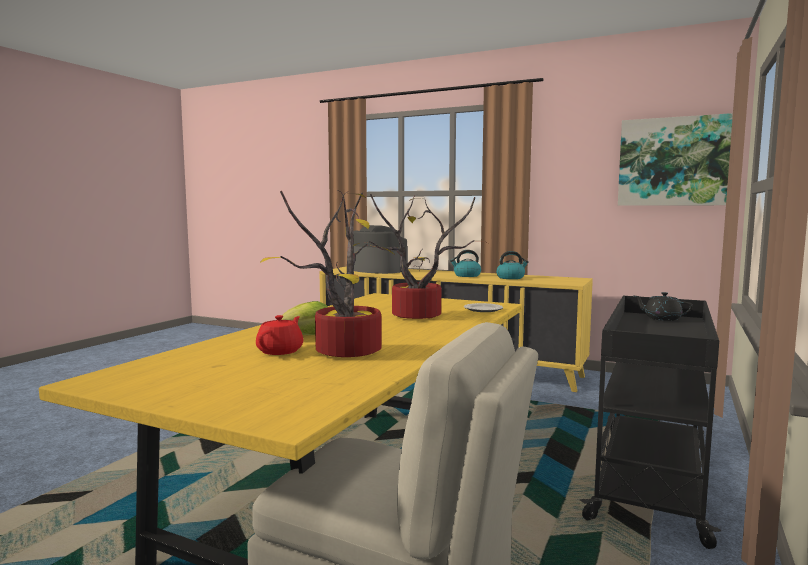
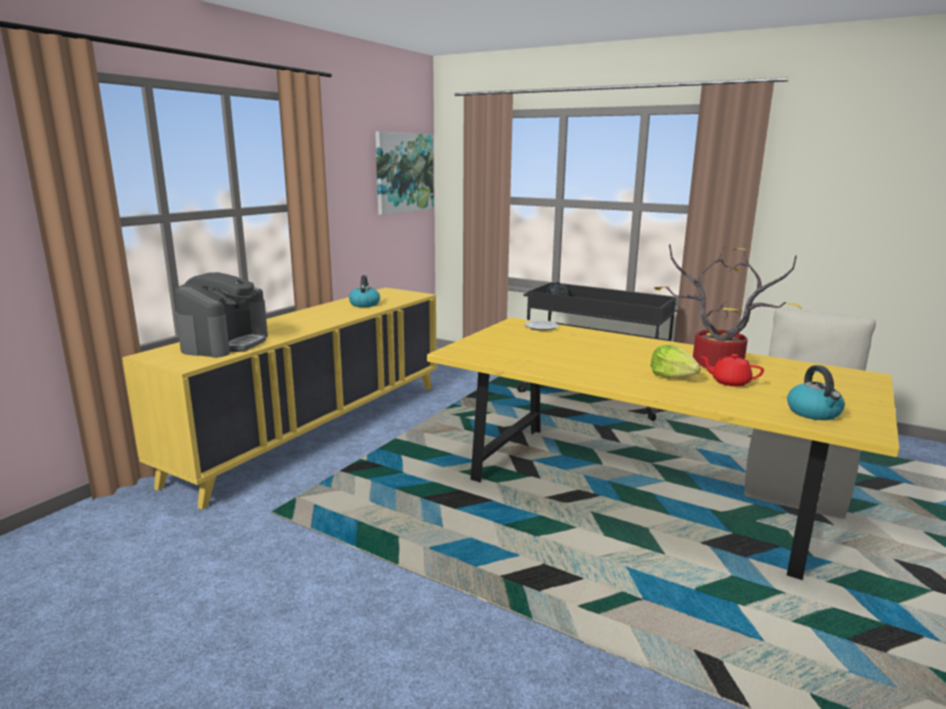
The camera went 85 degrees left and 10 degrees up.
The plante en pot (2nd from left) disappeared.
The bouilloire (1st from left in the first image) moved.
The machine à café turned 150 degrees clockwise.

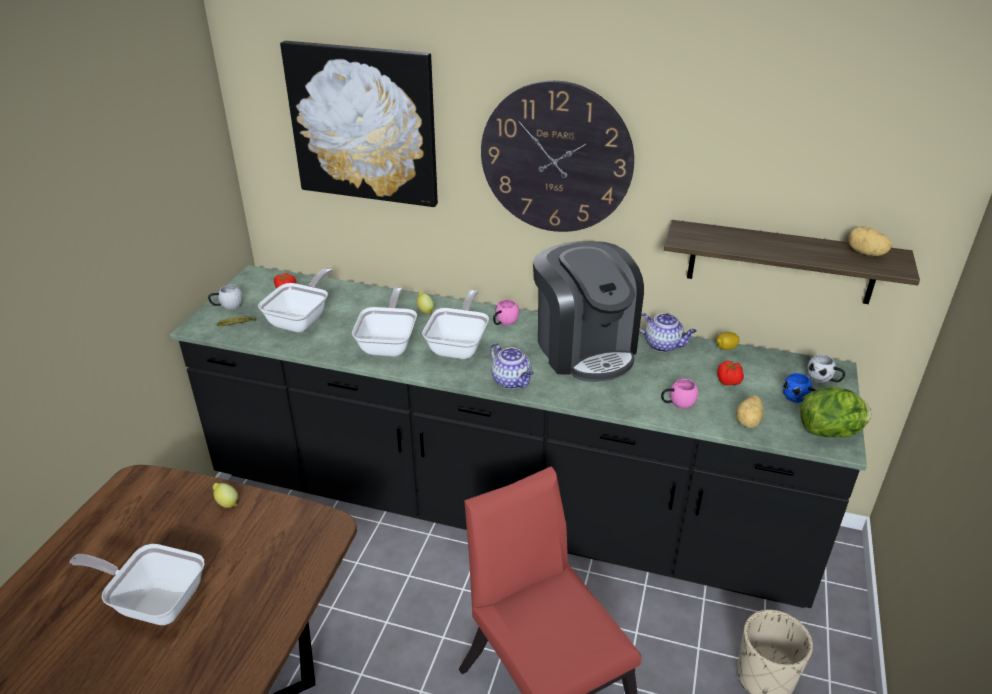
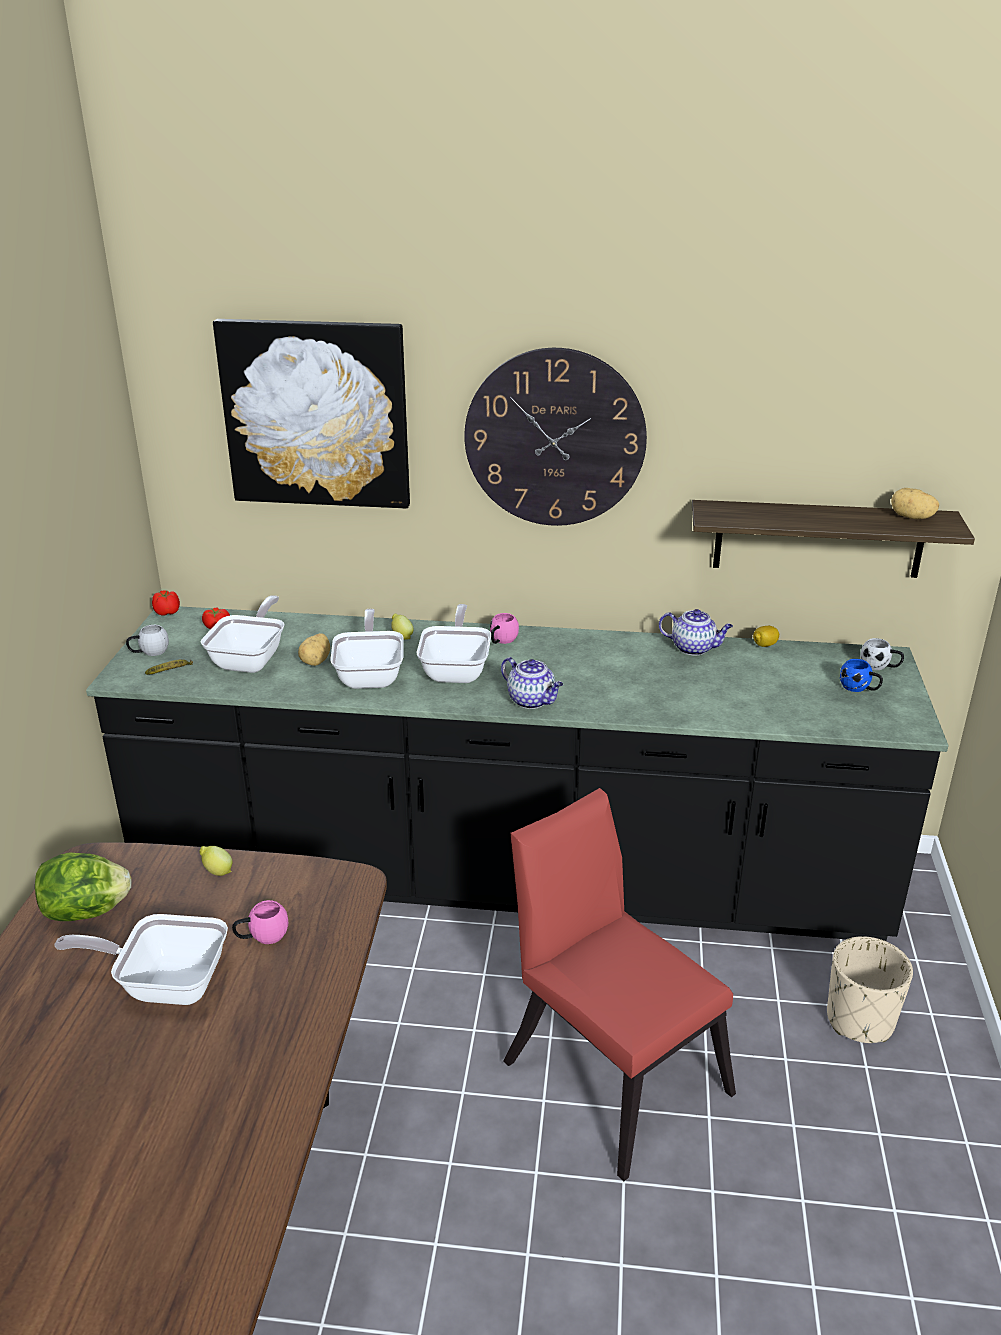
The camera went 10 degrees left and 5 degrees down.
The machine à café disappeared.
The mug (rose) (2nd from left in the first image) moved.
The tomate (2nd from left in the first image) moved.
The pomme de terre (1st from left) moved.
The laitue moved.

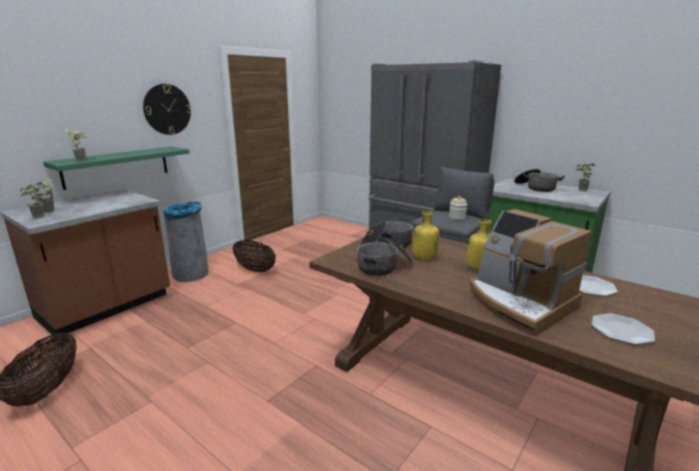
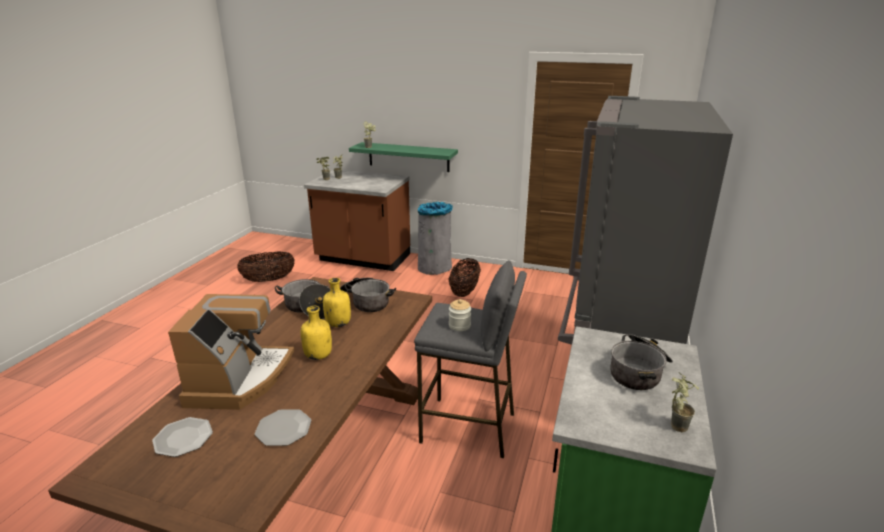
The camera went 70 degrees right and 5 degrees up.
The horloge murale disappeared.
The machine à café turned 150 degrees clockwise.

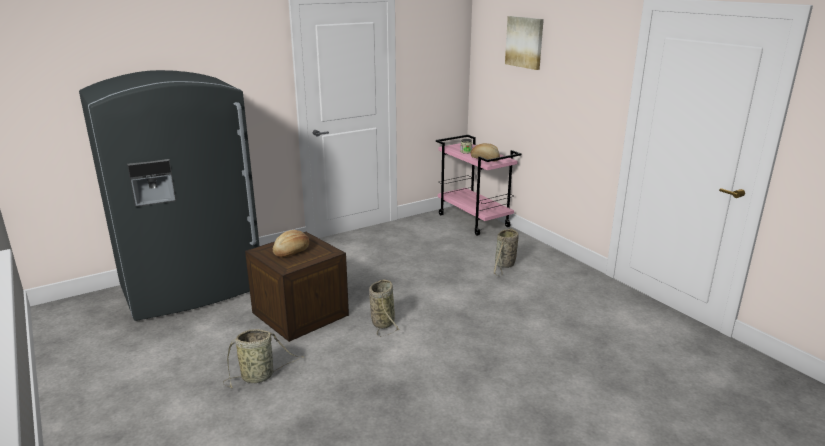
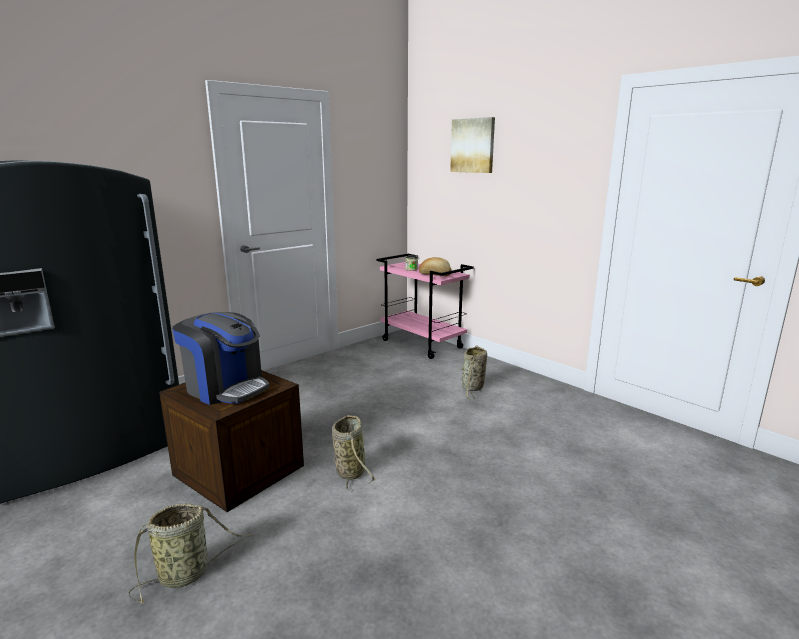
The camera went 10 degrees left and 5 degrees down.
The pain (1st from left) was replaced by the machine à café.

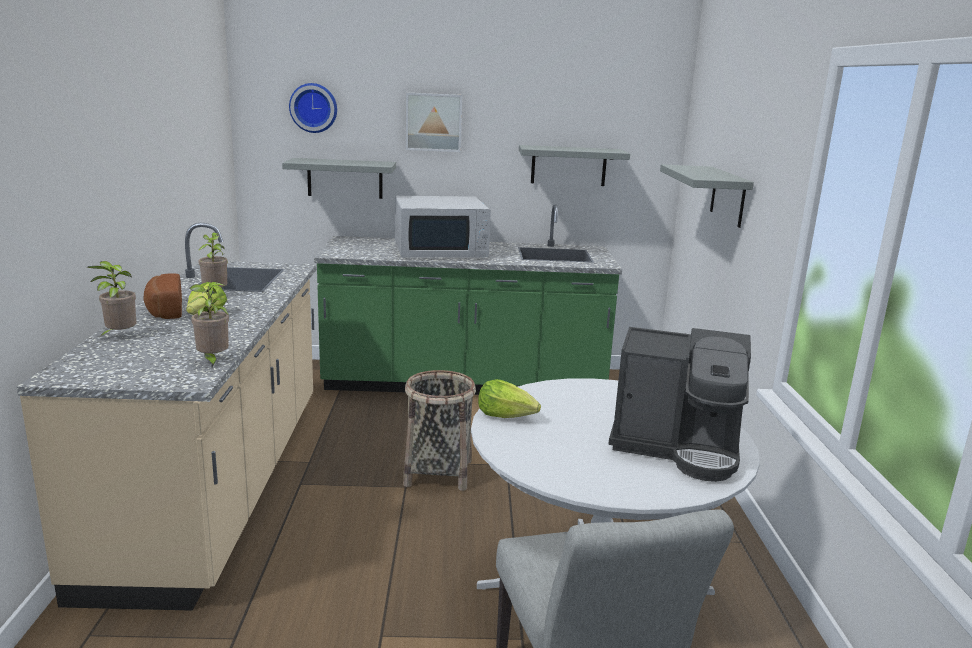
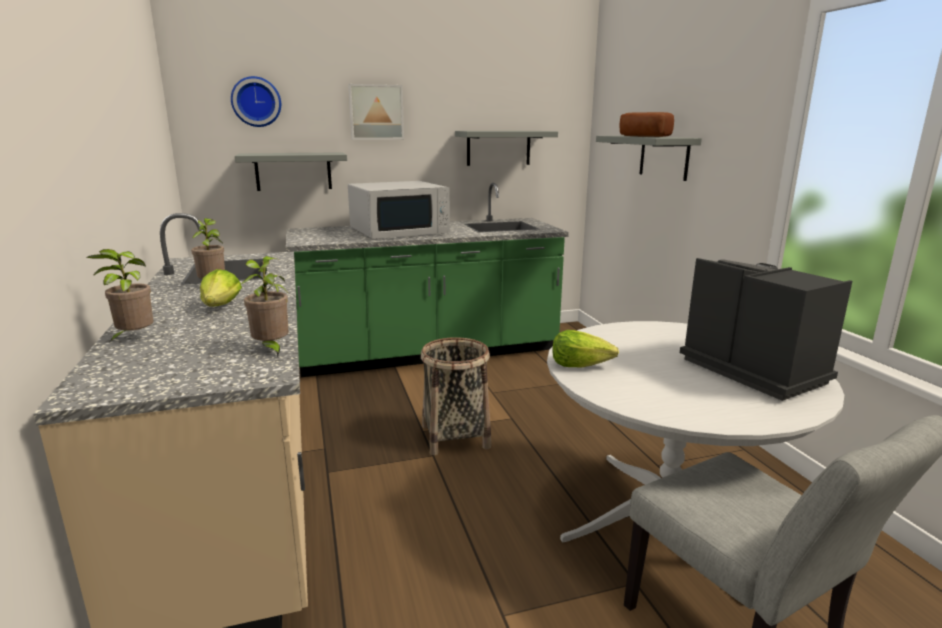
The camera went 15 degrees left and 0 degrees up.
The pain moved.
The machine à café turned 120 degrees counterclockwise.

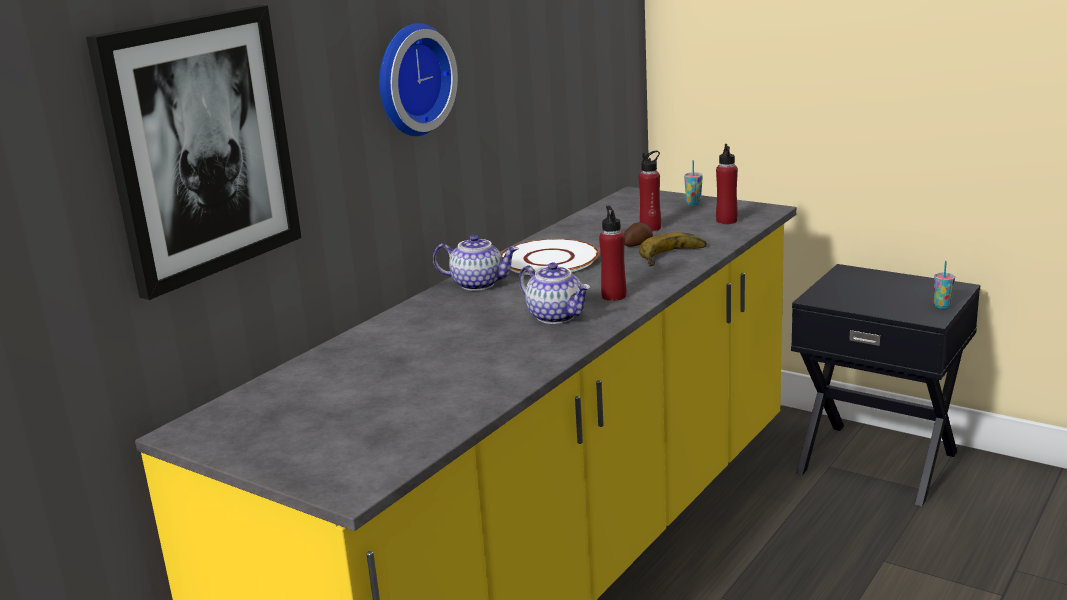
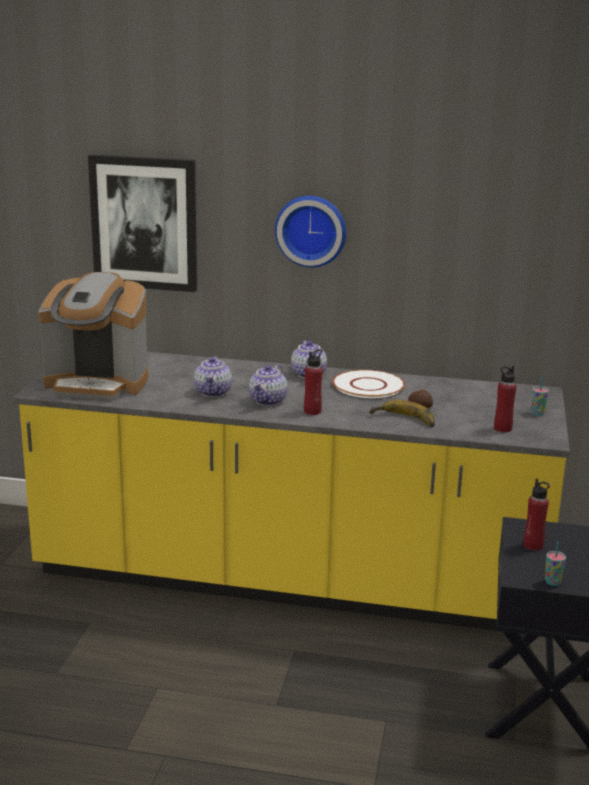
The camera went 65 degrees right and 0 degrees up.
The machine à café appeared.
The théière (1st from left) appeared.
The bouteille (rouge) (2nd from left in the first image) moved.

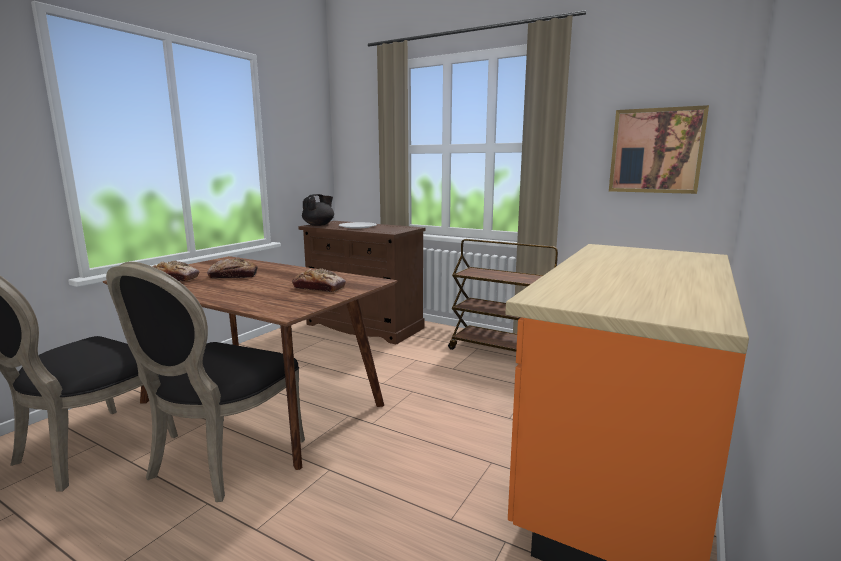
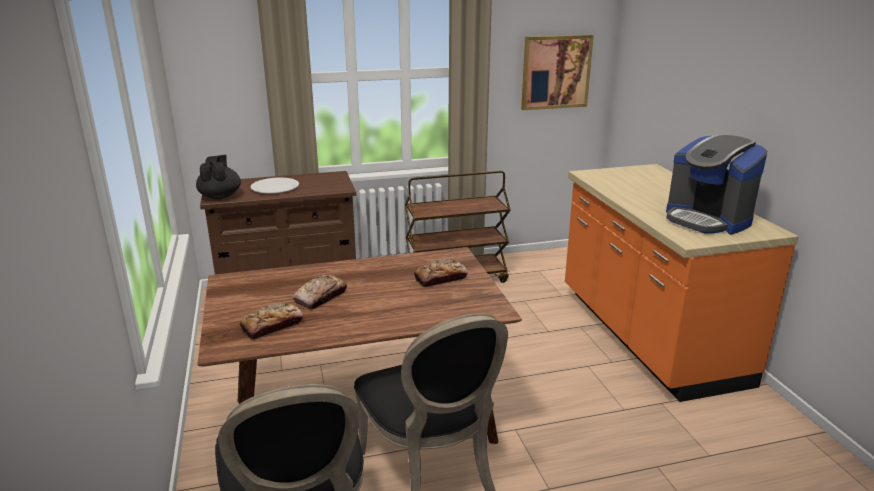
The camera went 45 degrees left and 10 degrees up.
The machine à café appeared.

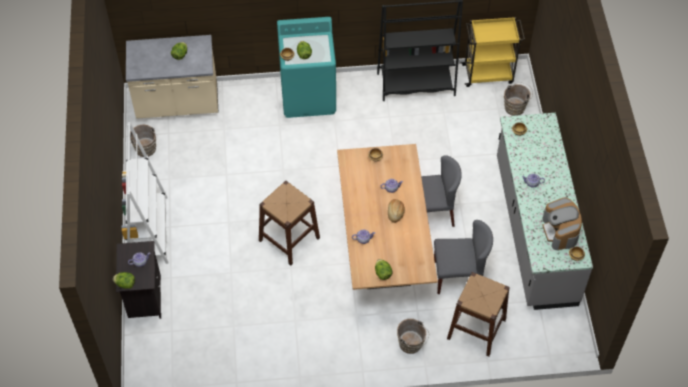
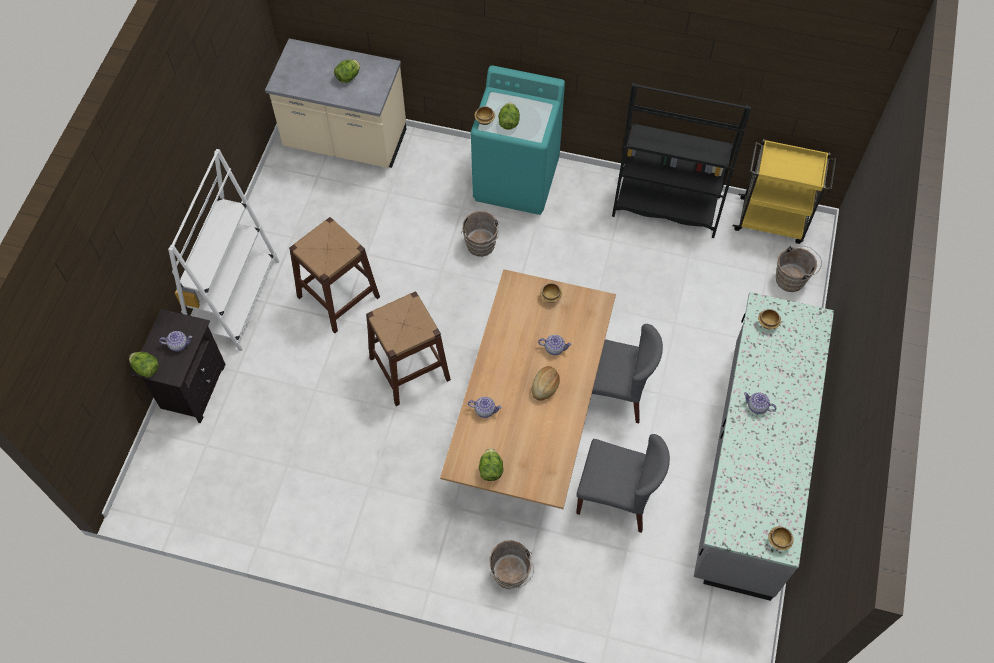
The camera went 20 degrees right and 5 degrees up.
The machine à café disappeared.
The seau (marron) (1st from left) moved.
The tabouret (marron) (2nd from left in the first image) moved.

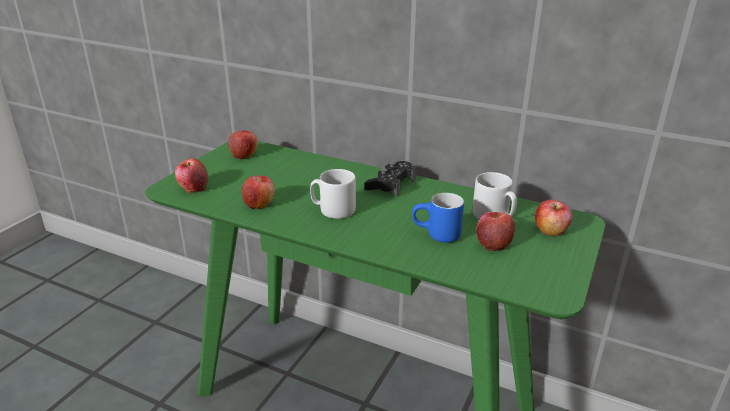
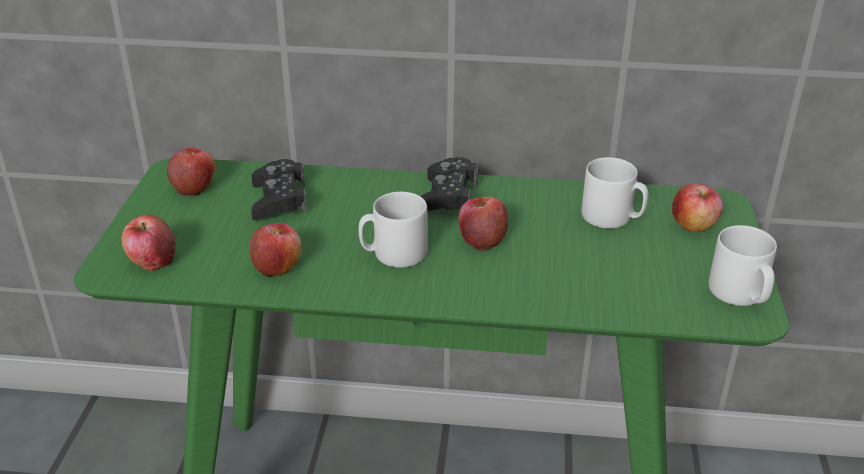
The camera went 20 degrees left and 5 degrees up.
The mug (bleu) disappeared.
The manette (noir) (1st from left) appeared.
The mug (gris) (3rd from left) appeared.
The pomme (4th from left) moved.

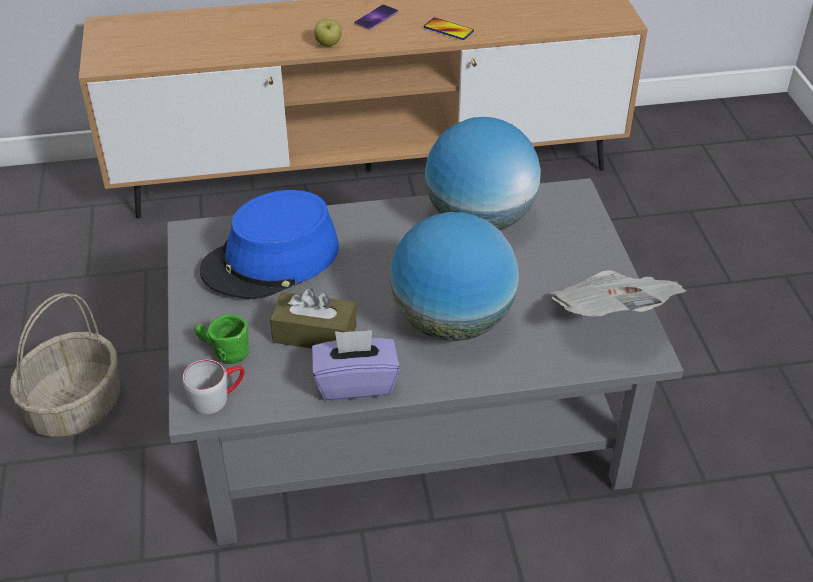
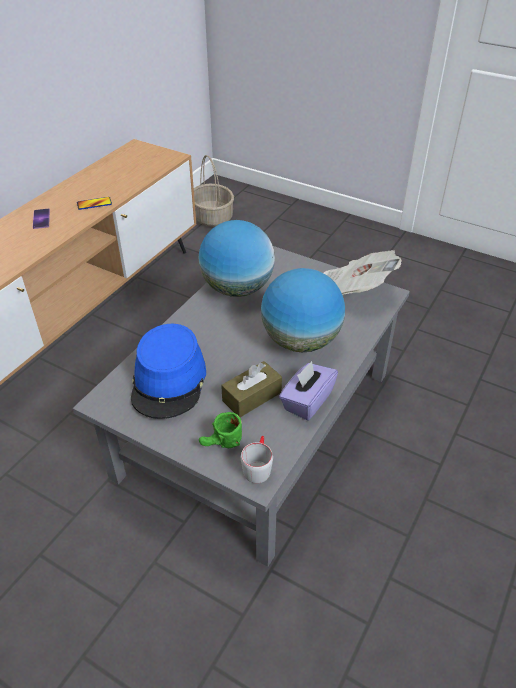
The camera went 50 degrees left and 0 degrees up.
The pomme disappeared.
The panier moved.

